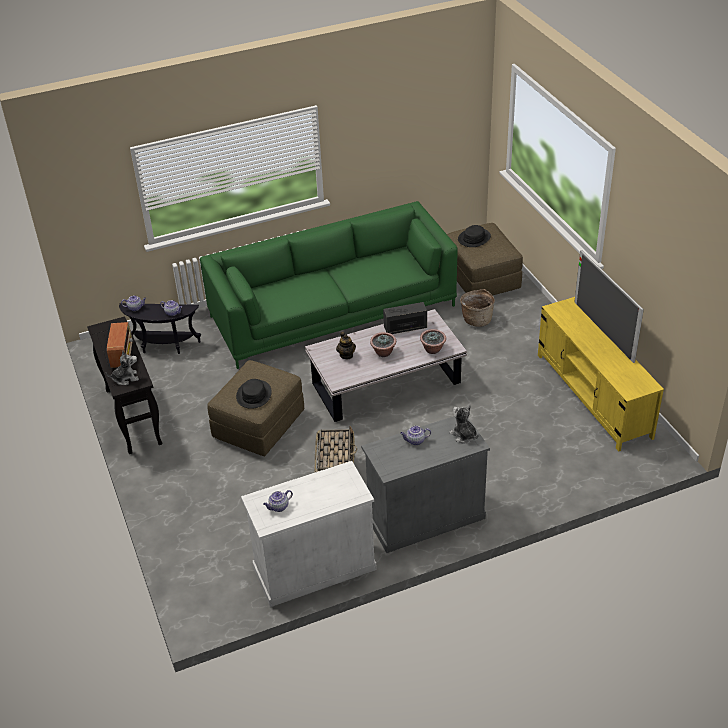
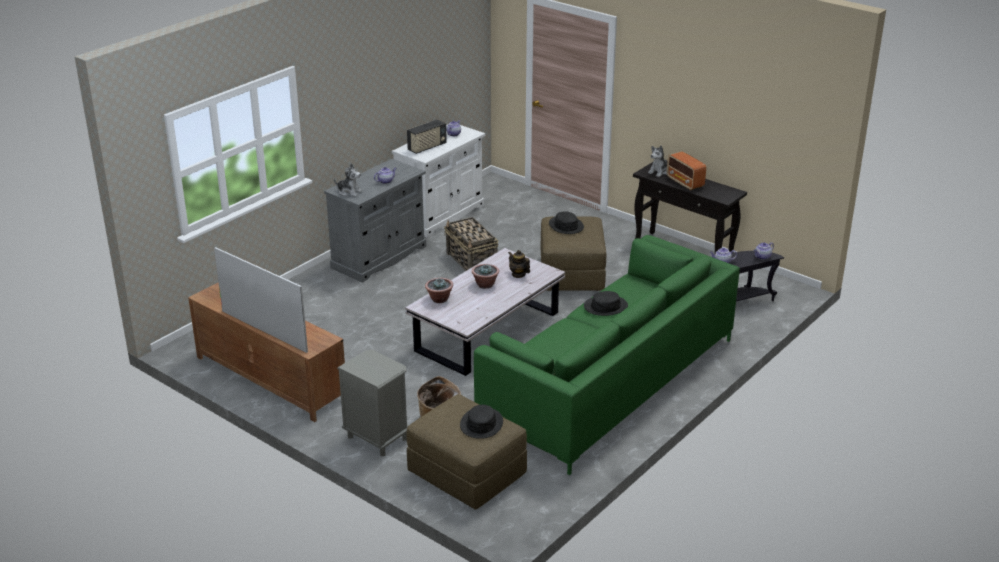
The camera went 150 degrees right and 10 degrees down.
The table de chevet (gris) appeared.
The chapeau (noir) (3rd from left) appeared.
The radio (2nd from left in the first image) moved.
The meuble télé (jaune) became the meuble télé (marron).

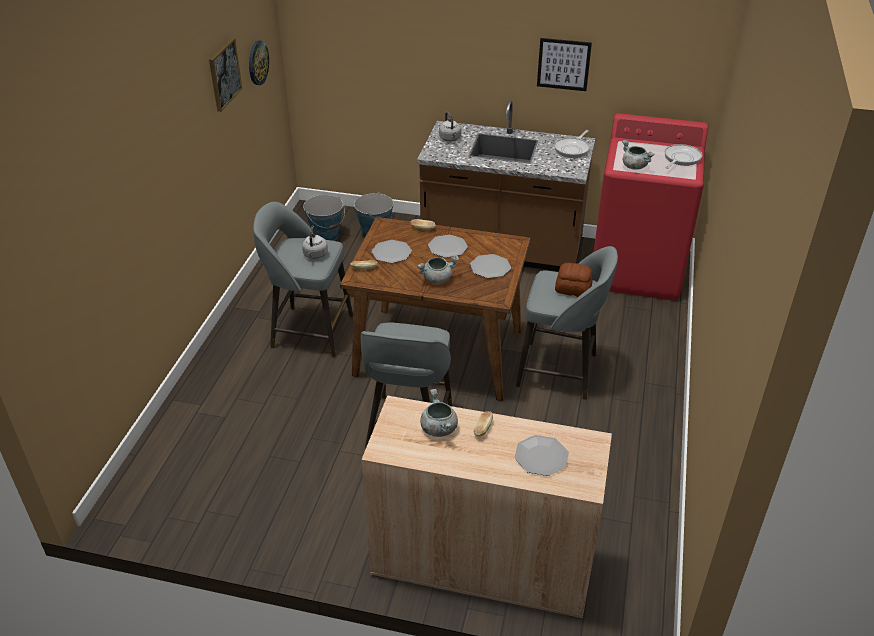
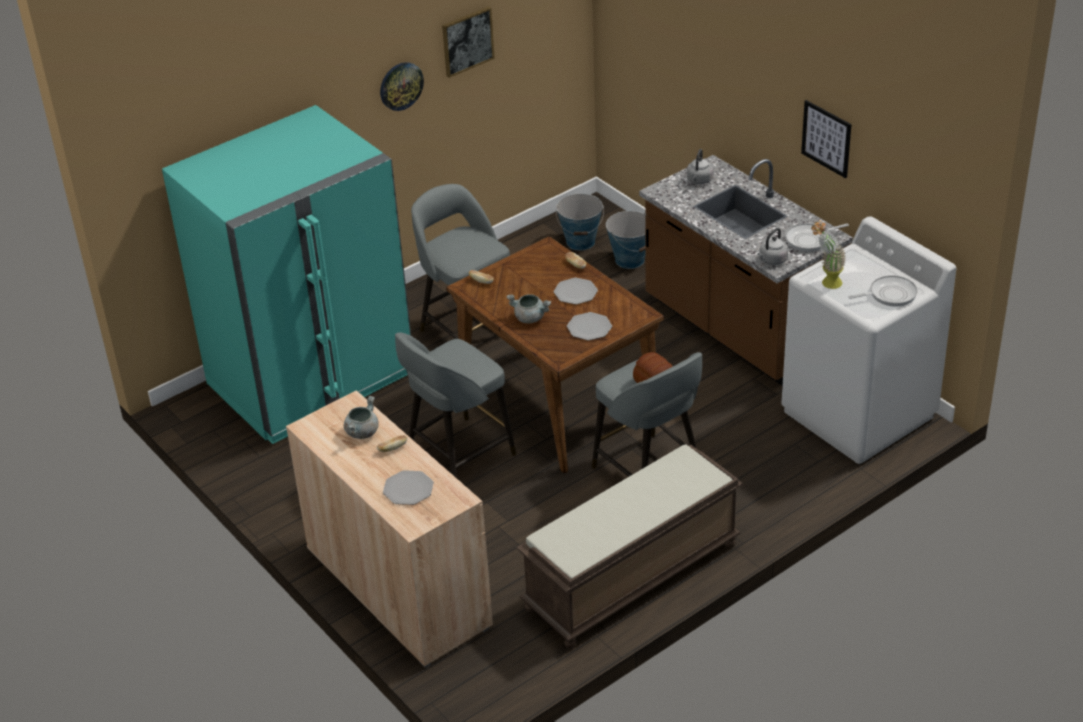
The camera went 40 degrees right and 0 degrees up.
The assiette (1st from left) disappeared.
The réfrigérateur (turquoise) appeared.
The banc (marron) appeared.
The horloge murale moved.
The bouilloire (gris) (1st from left in the first image) moved.
The marmite (gris) (3rd from left) was replaced by the plante en pot.
The lave-linge (rouge) became the lave-linge (blanc).

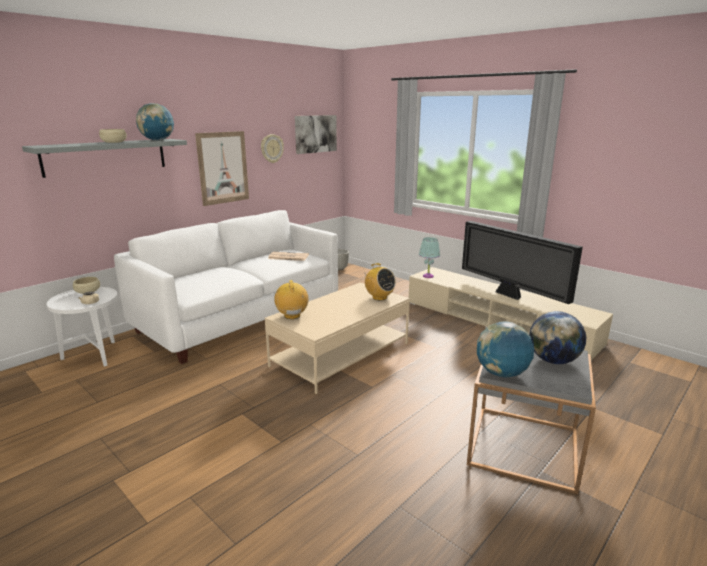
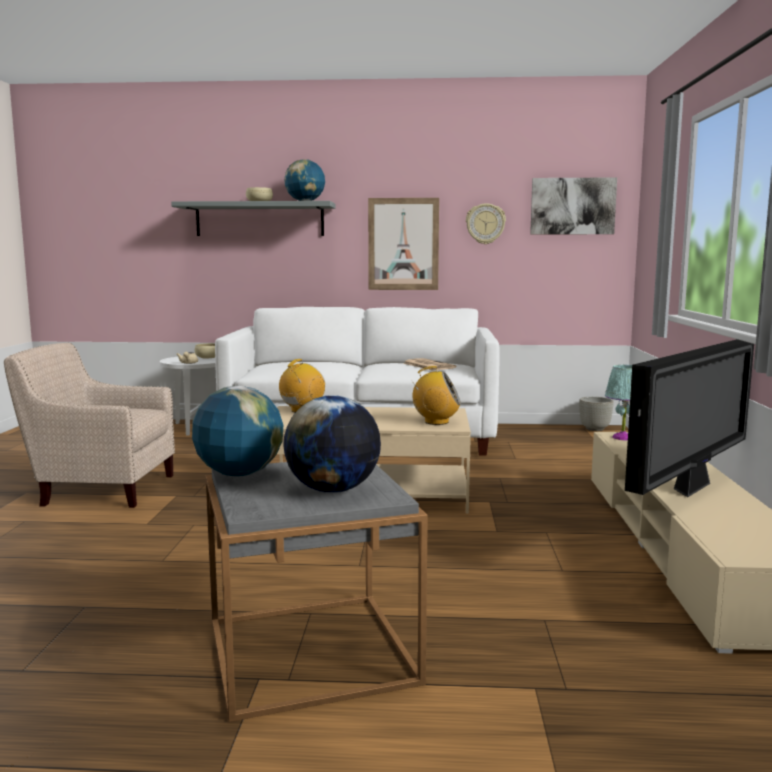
The camera went 50 degrees right and 10 degrees down.
The fauteuil (beige) appeared.
The radio (2nd from left) turned 90 degrees counterclockwise.
The téléviseur turned 150 degrees counterclockwise.

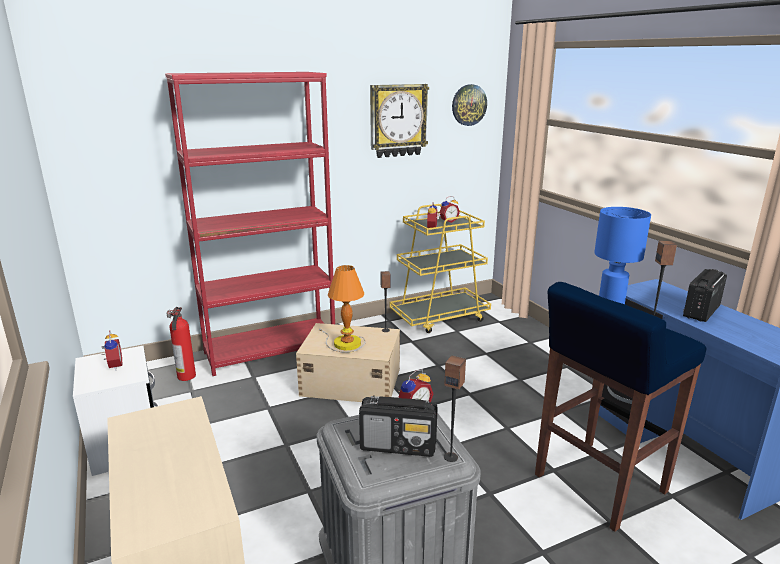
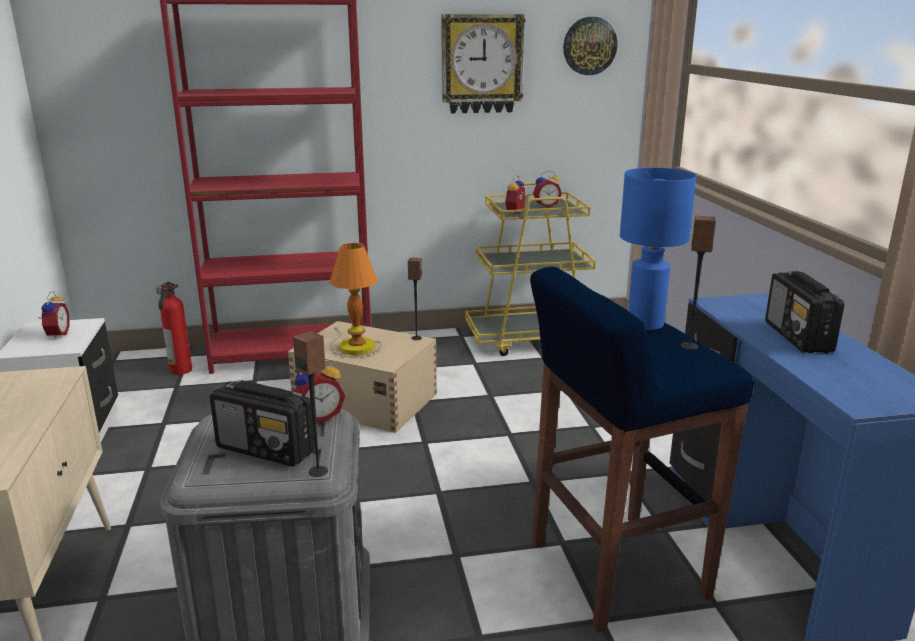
The camera went 15 degrees right and 0 degrees up.
The radio (2nd from left) turned 60 degrees counterclockwise.

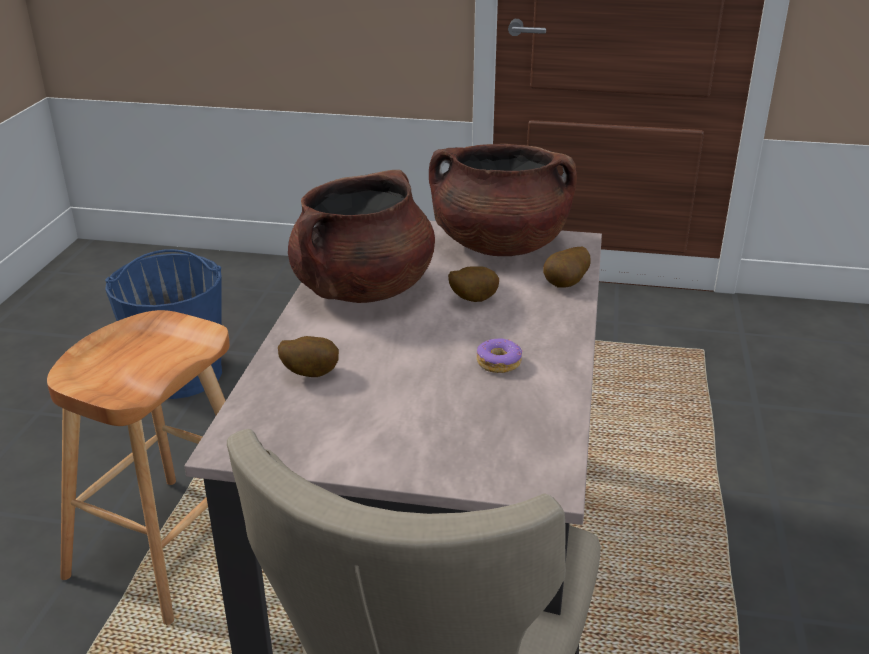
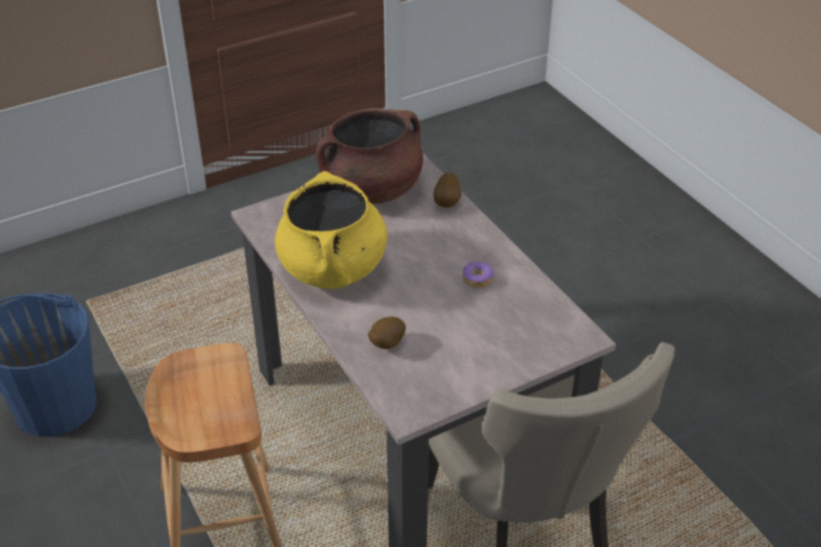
The camera went 40 degrees left and 10 degrees up.
The pomme de terre (2nd from left) disappeared.
The marmite (marron) (1st from left) became the marmite (jaune).

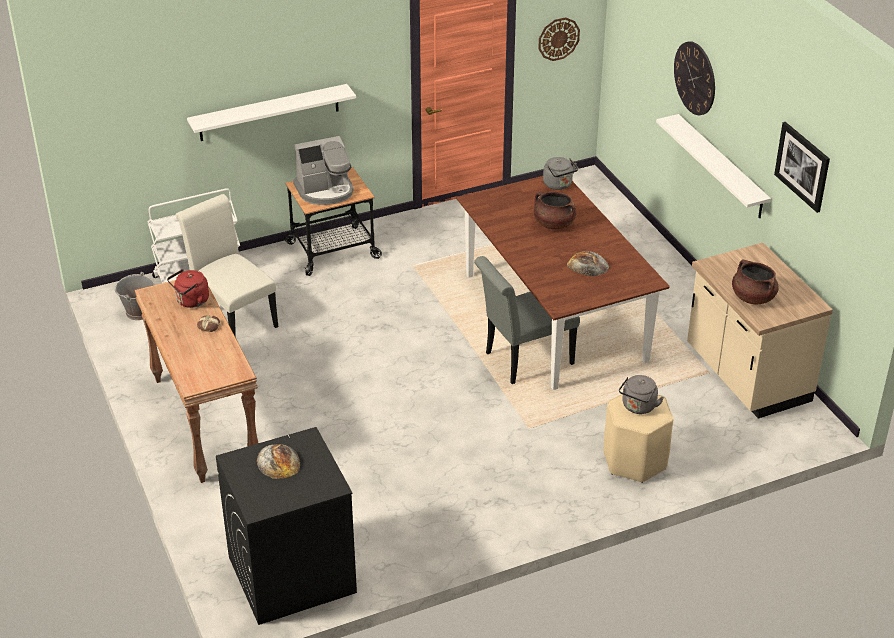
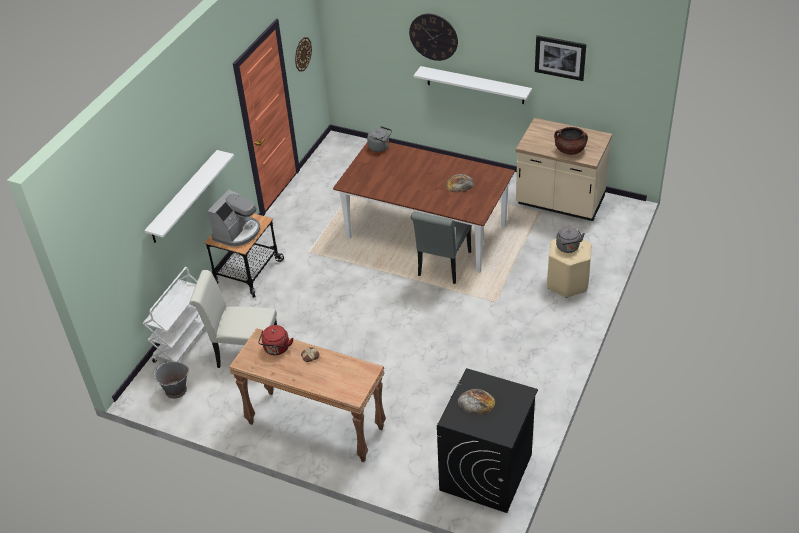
The camera went 40 degrees left and 5 degrees up.
The marmite (marron) (1st from left) disappeared.

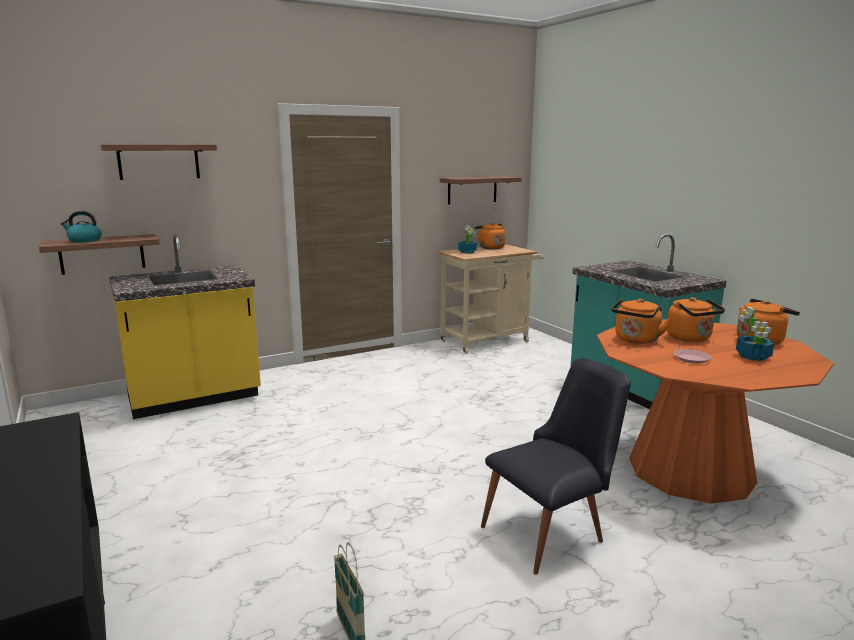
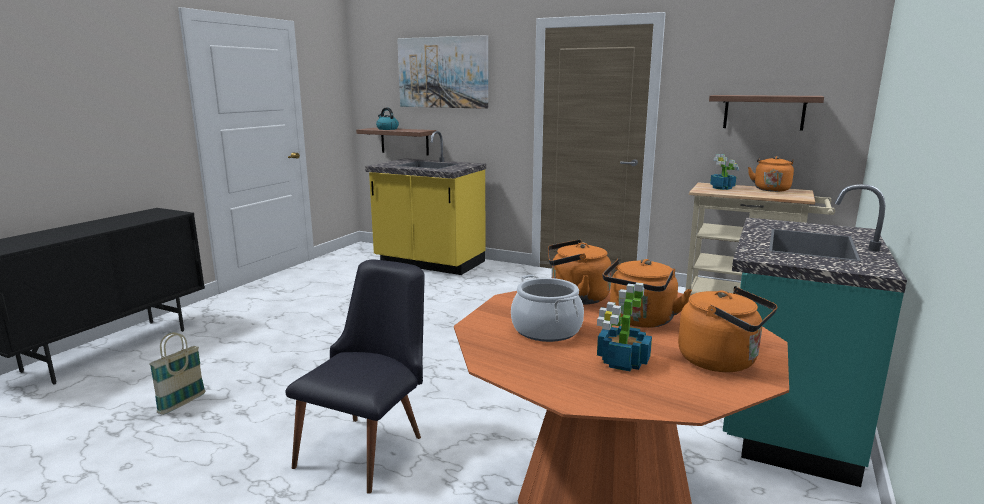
The camera went 55 degrees right and 0 degrees up.
The étagère (2nd from left) was replaced by the tableau.
The assiette (rose) was replaced by the marmite.
The chaise (noir) turned 90 degrees counterclockwise.

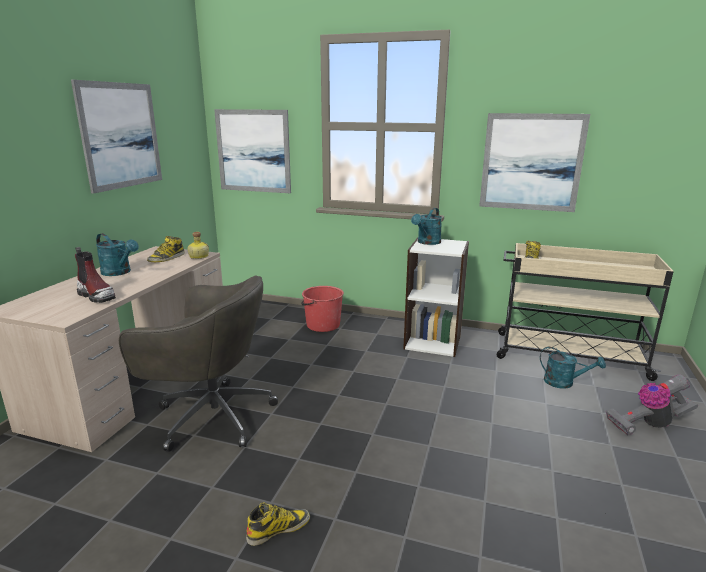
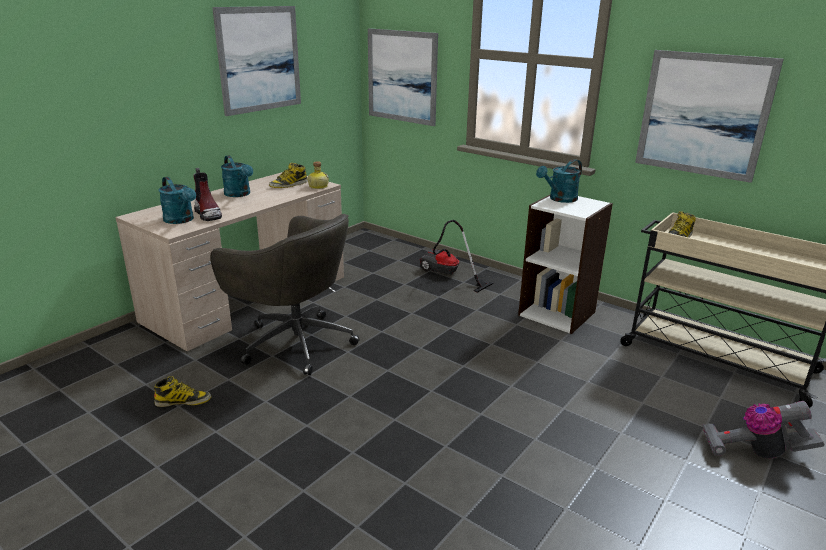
The camera went 20 degrees right and 5 degrees up.
The botte (3rd from left in the first image) moved.
The arrosoir (turquoise) (3rd from left in the first image) moved.
The seau (rouge) was replaced by the aspirateur (1st from left).

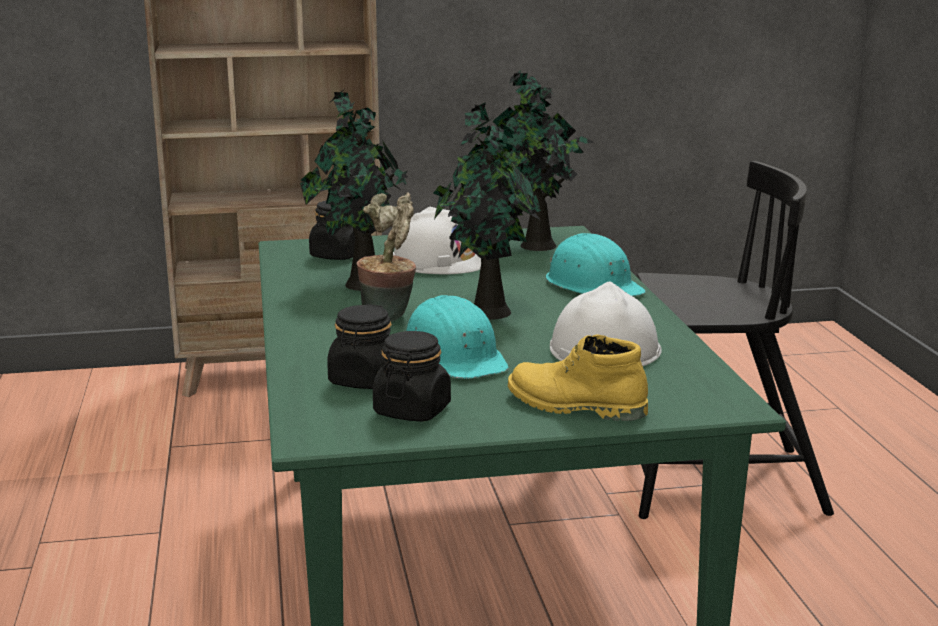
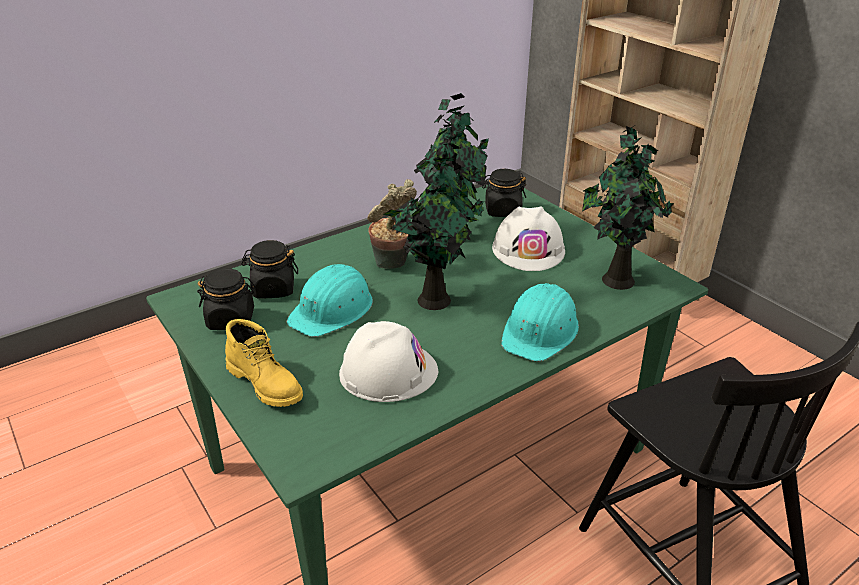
The camera went 65 degrees right and 15 degrees up.
The botte (jaune) turned 135 degrees clockwise.

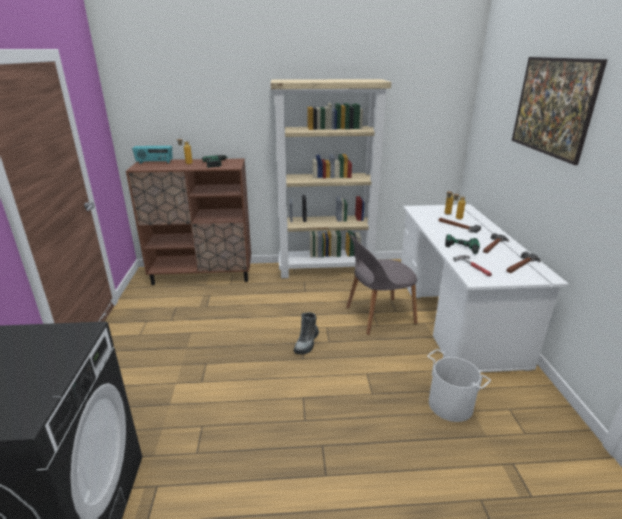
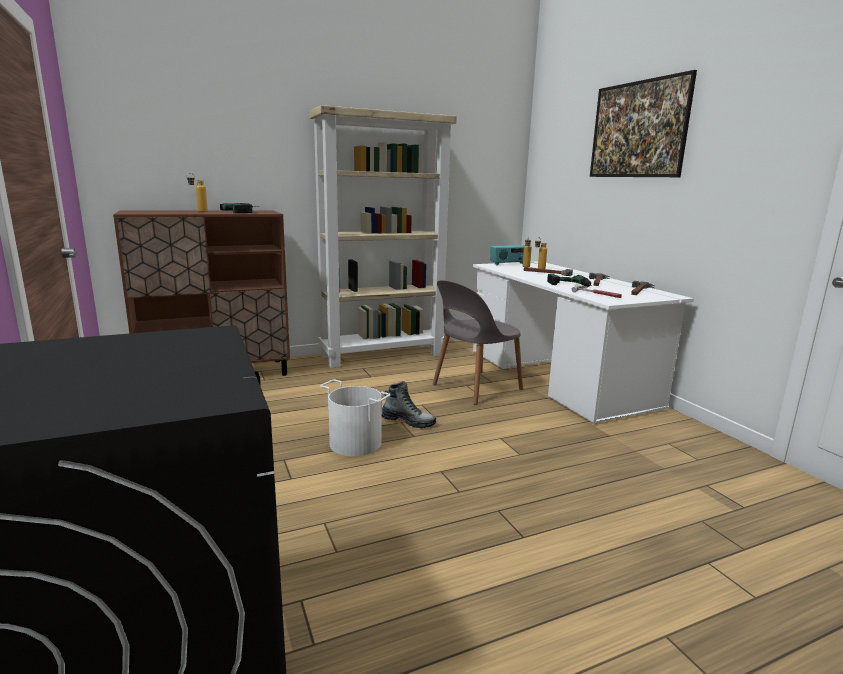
The camera went 20 degrees left and 10 degrees down.
The radio moved.
The seau (blanc) moved.
The botte turned 75 degrees counterclockwise.

